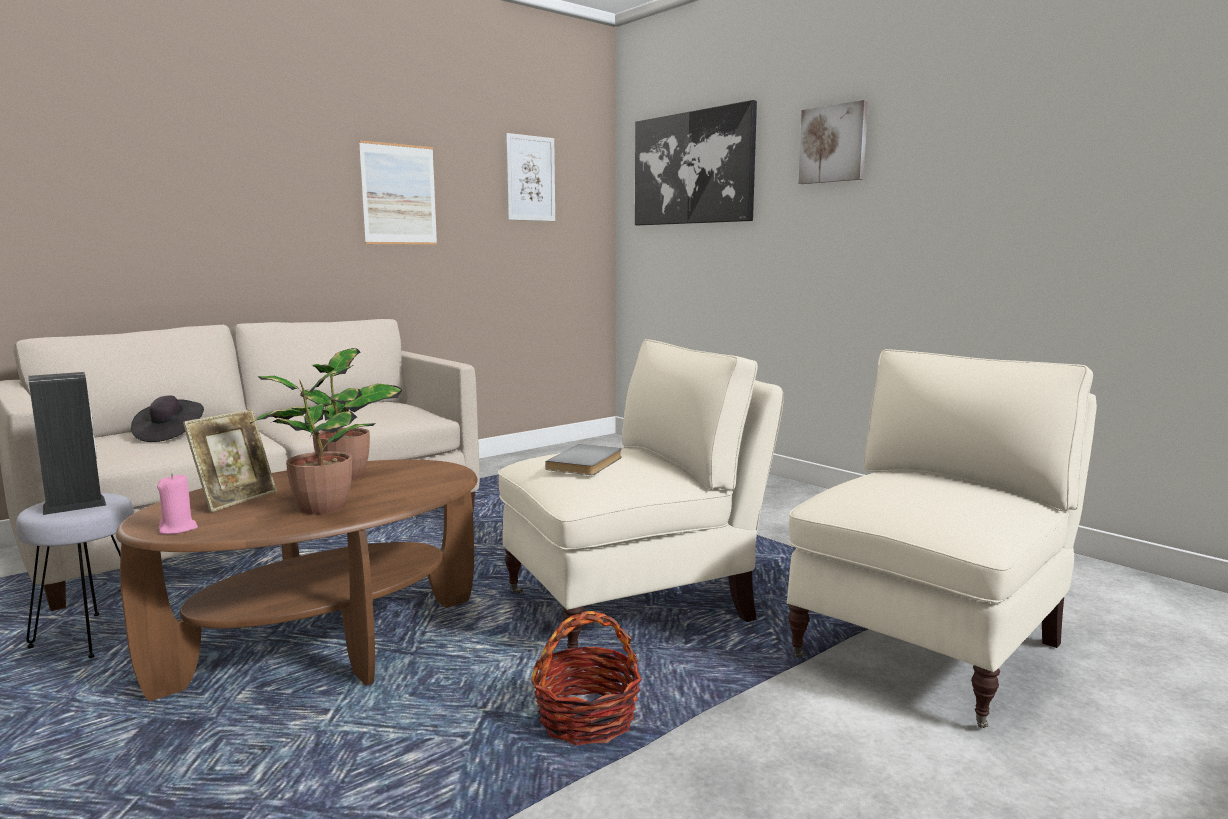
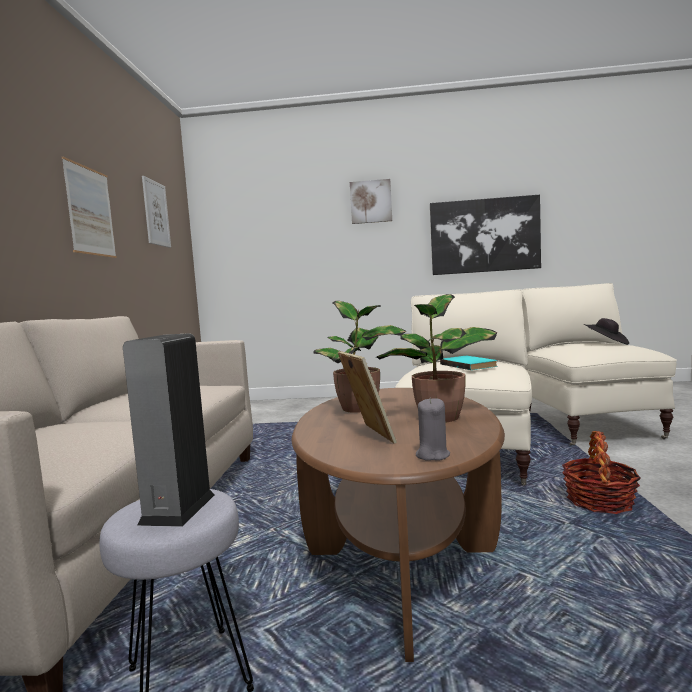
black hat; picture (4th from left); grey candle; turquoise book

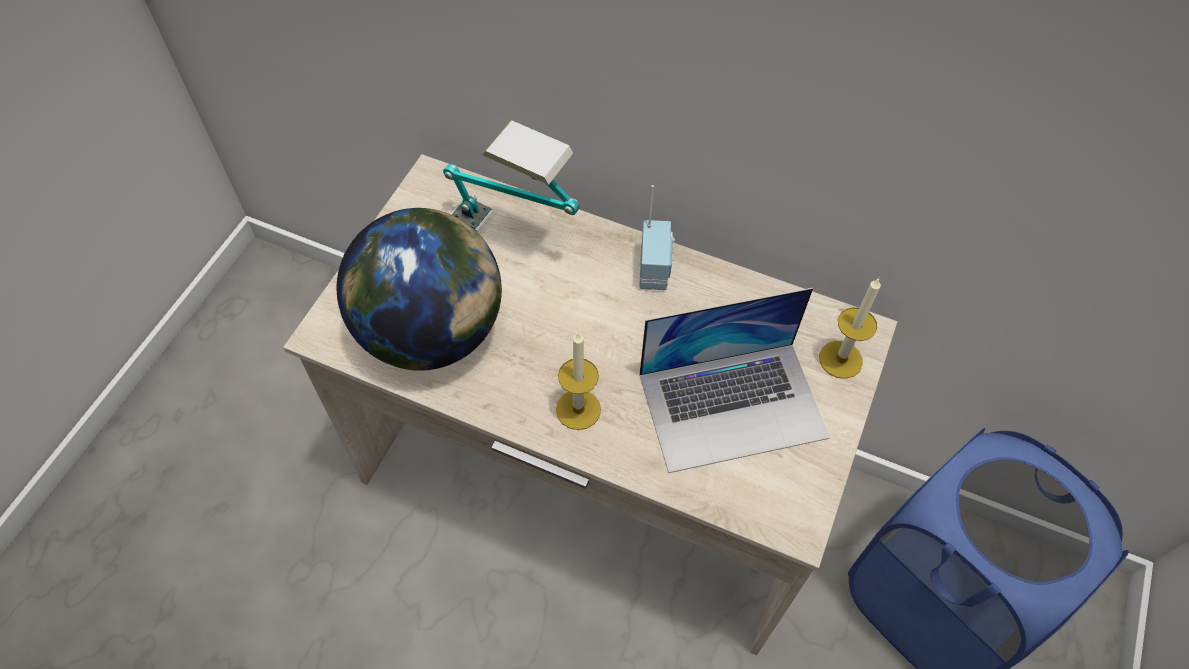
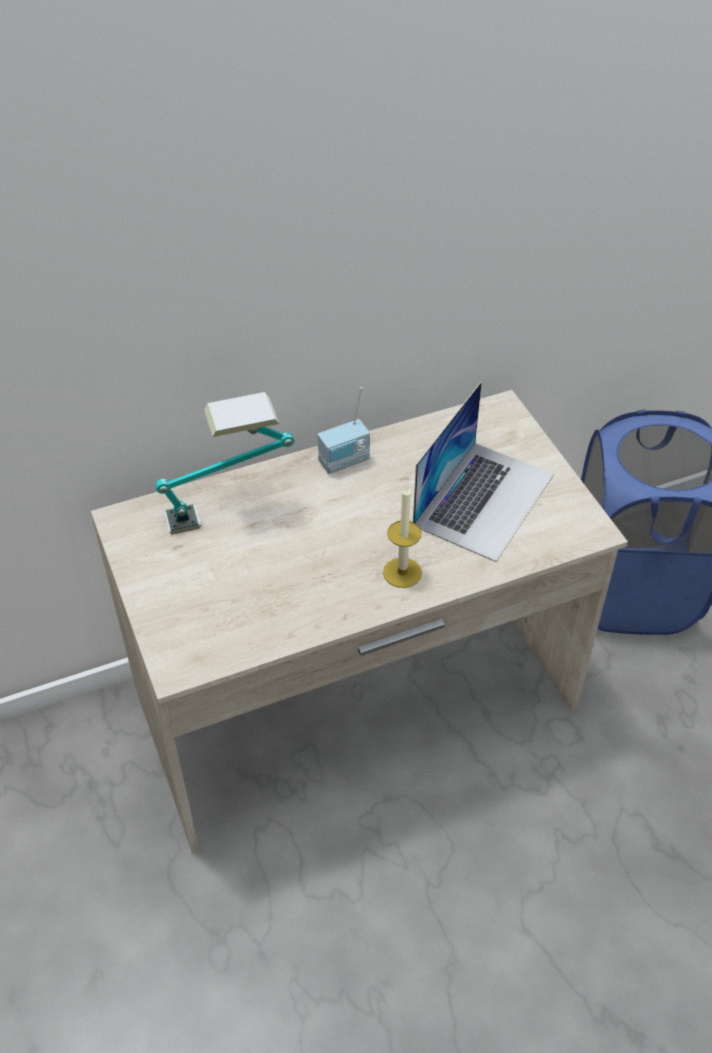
globe; candle (2nd from left in the first image); radio

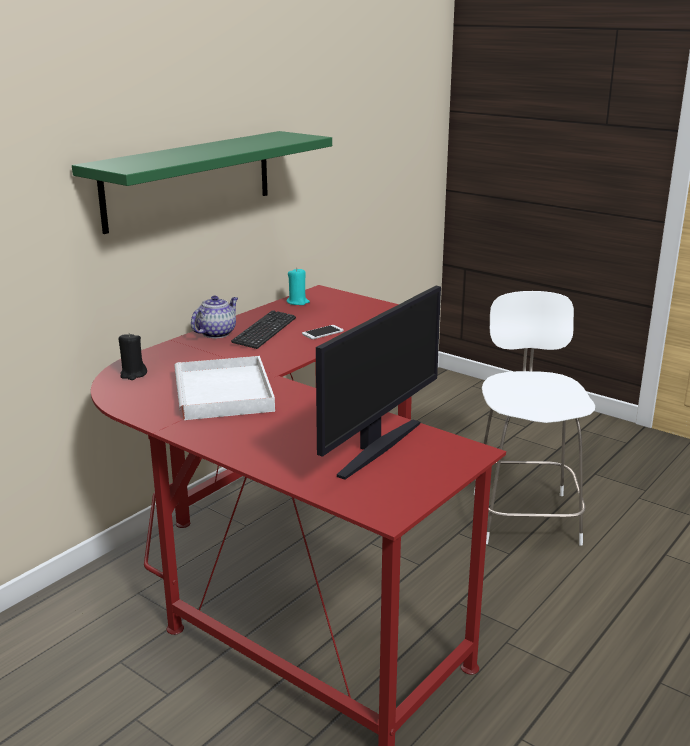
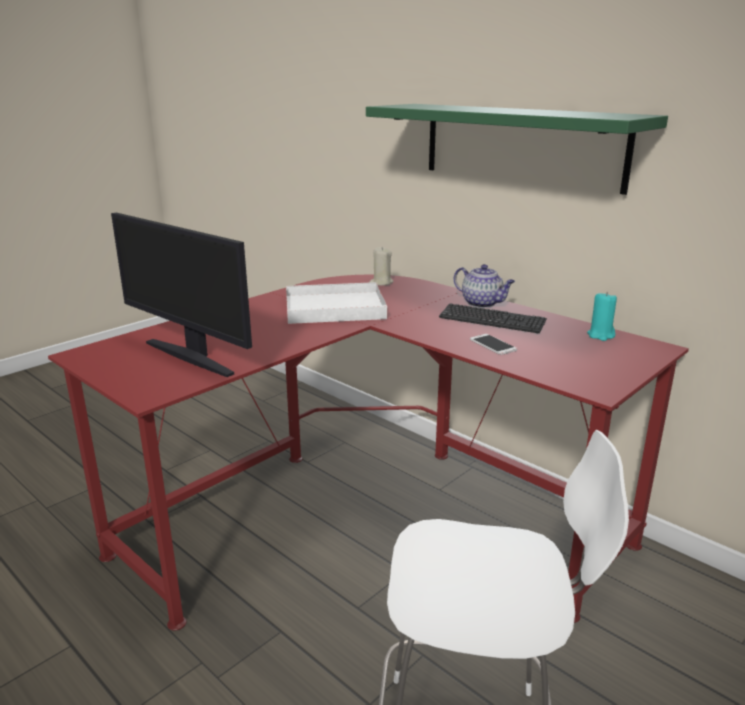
beige candle

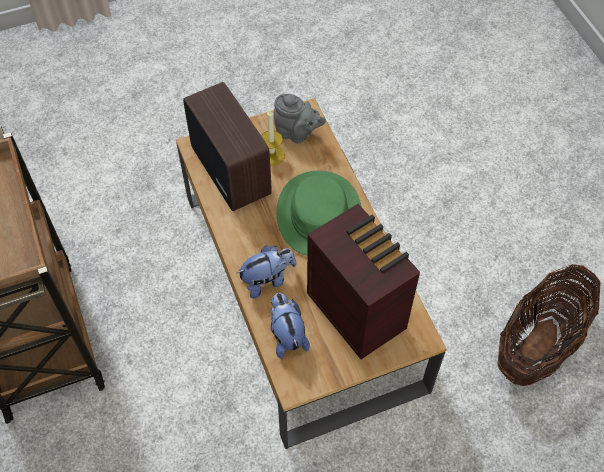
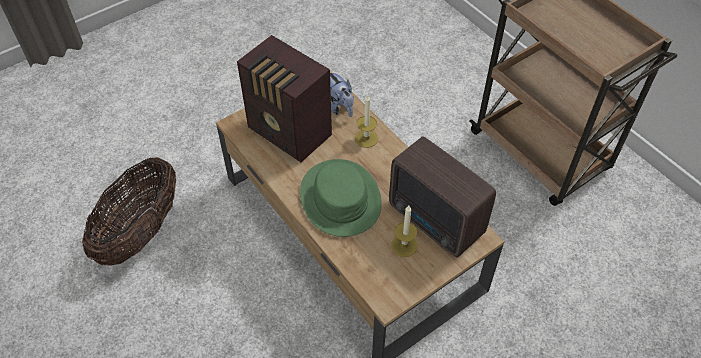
grey teapot; candle (1st from left)

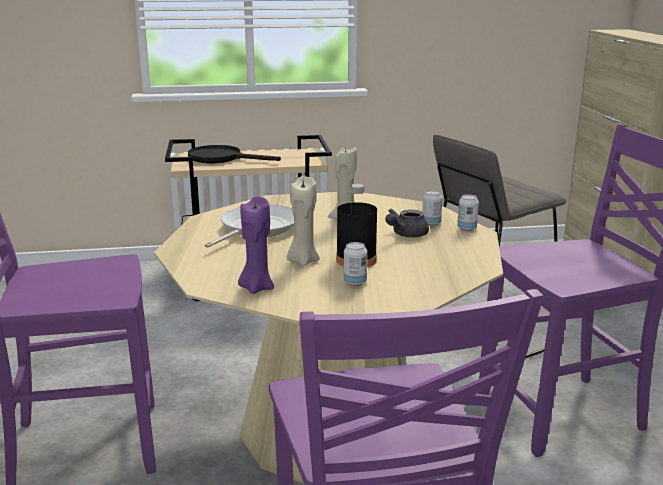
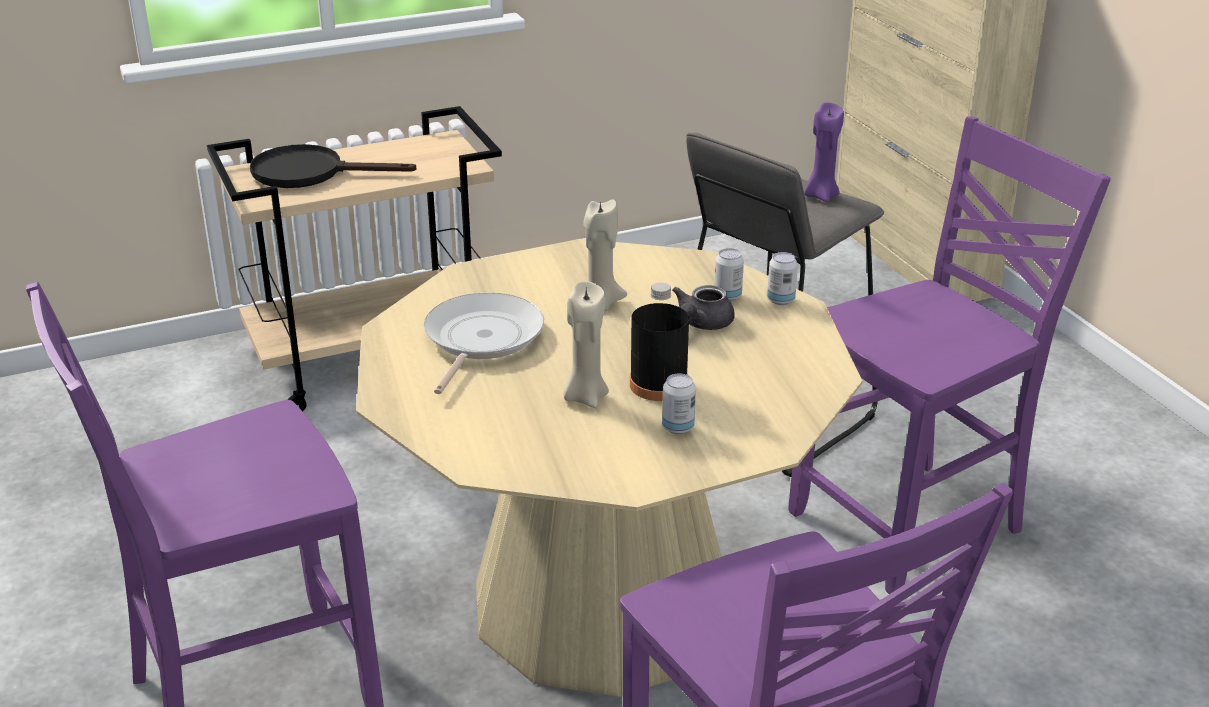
purple candle

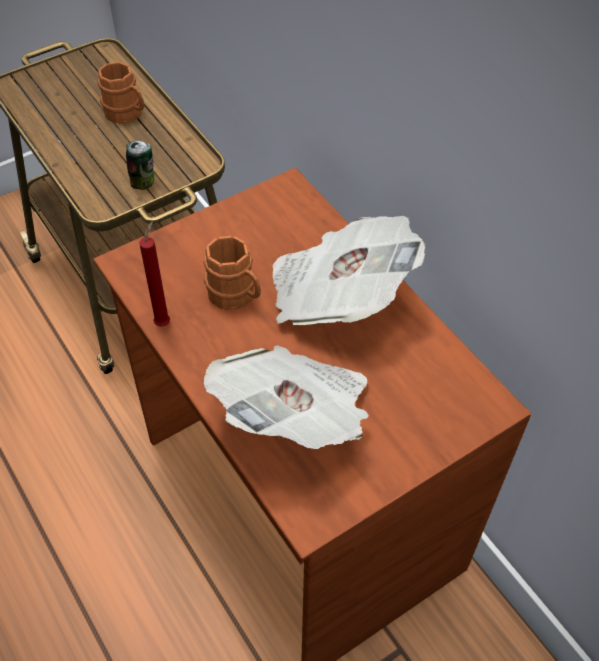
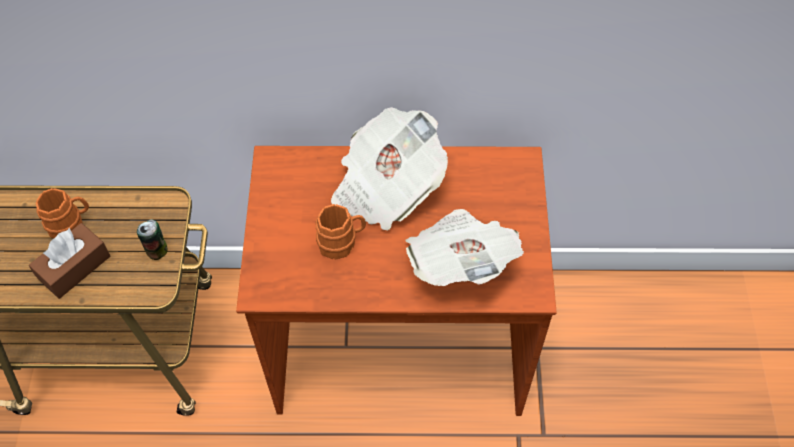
red candle; brown tissue box

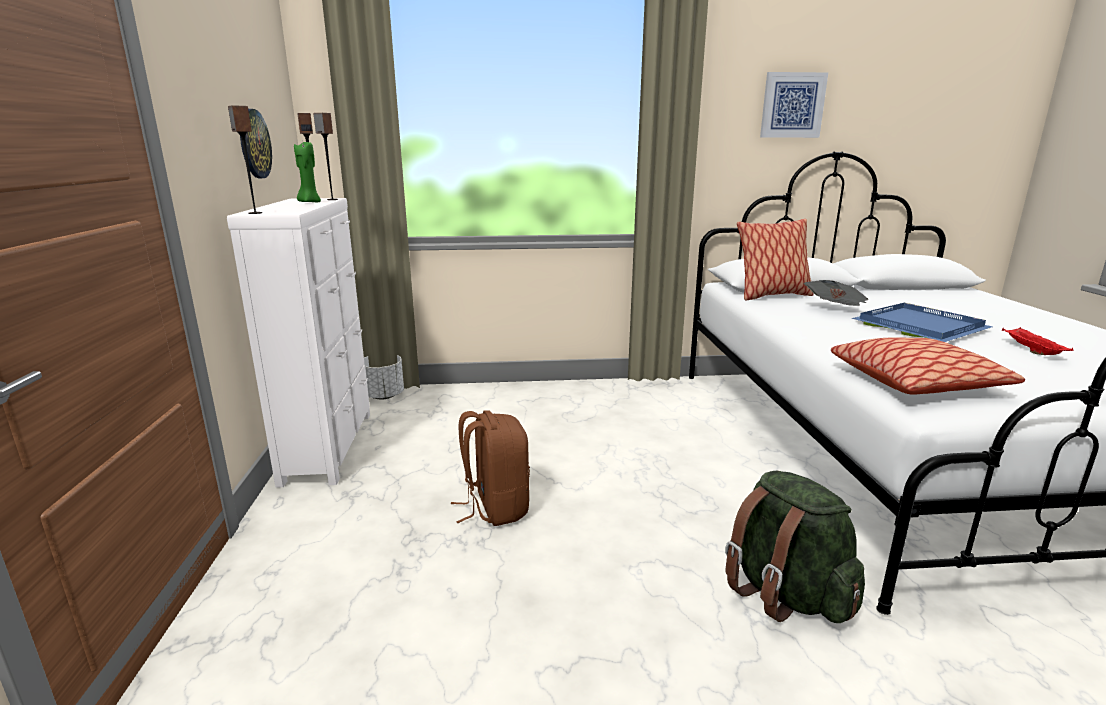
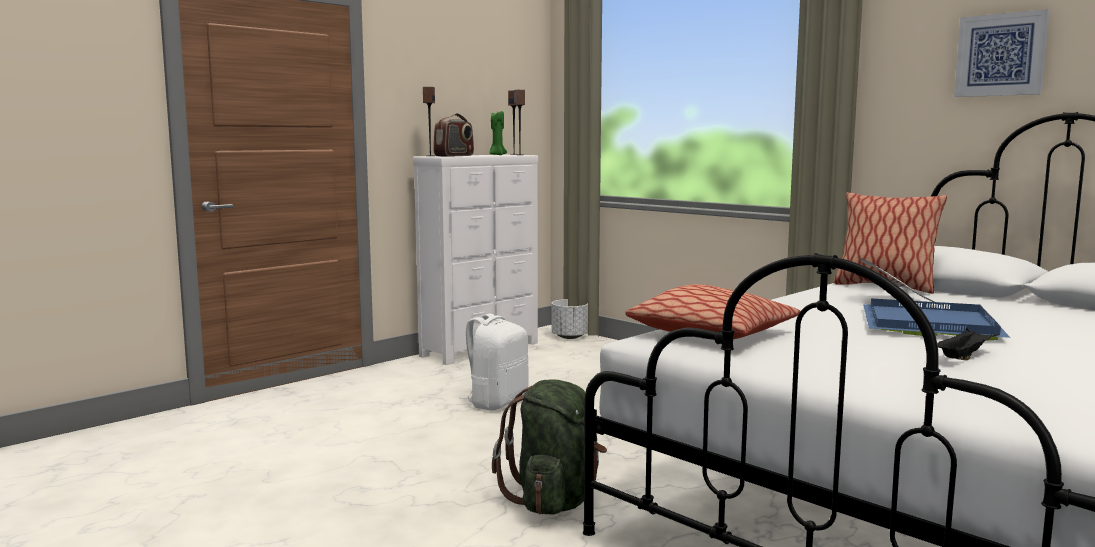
wall clock; radio; white backpack; black tray

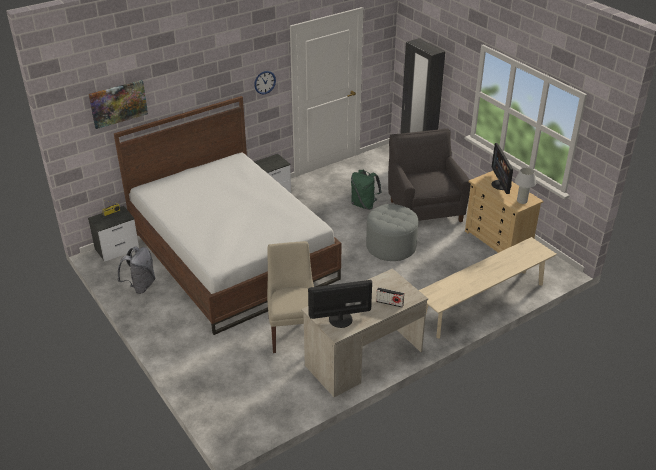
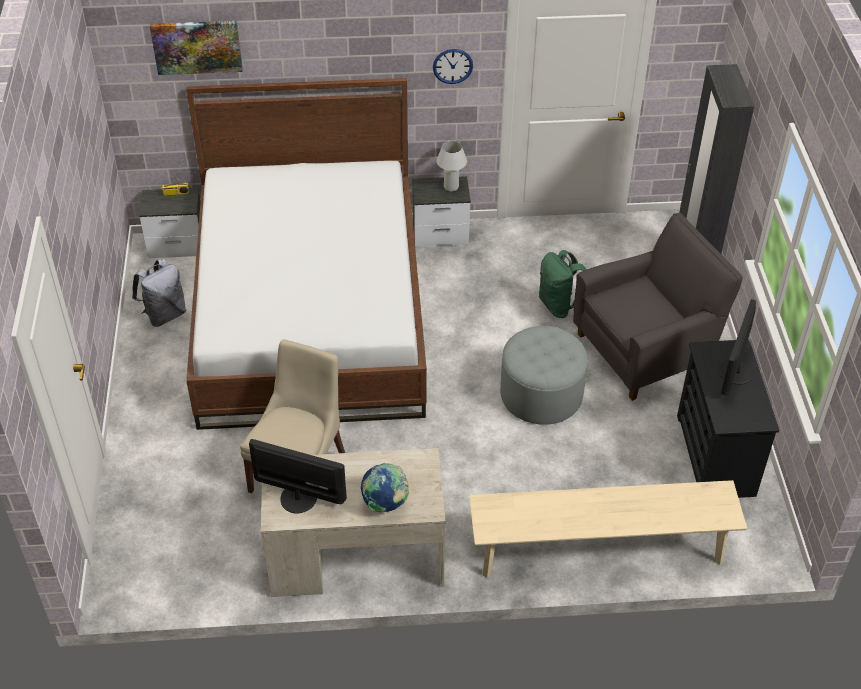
white table lamp; globe; black dresser; grey armchair

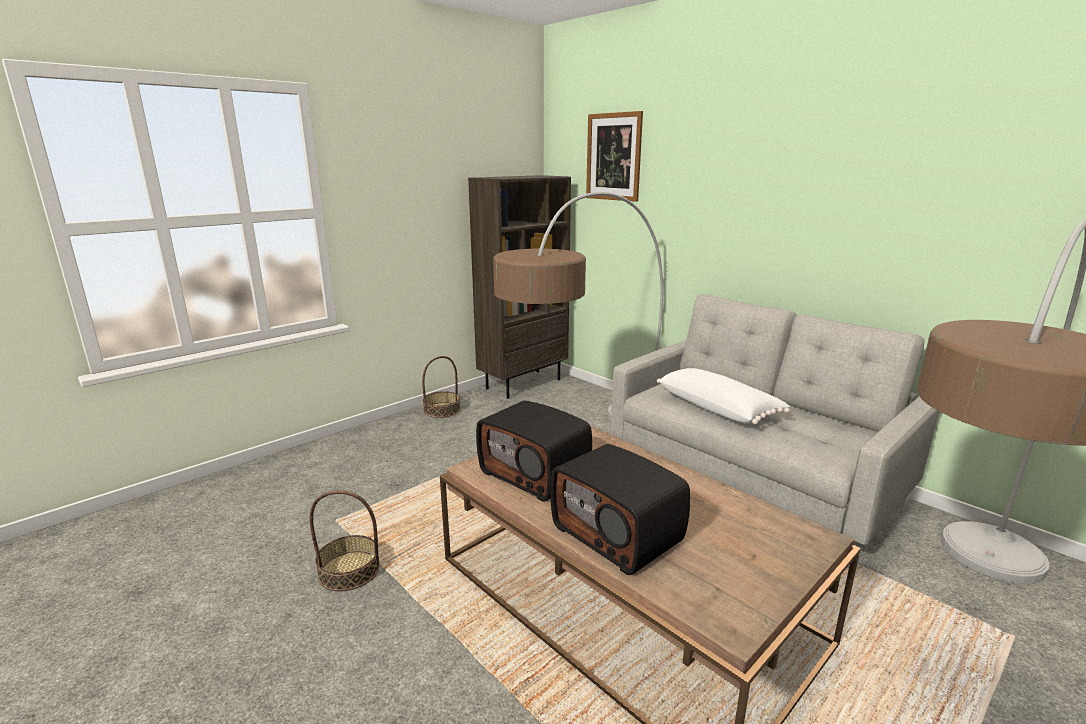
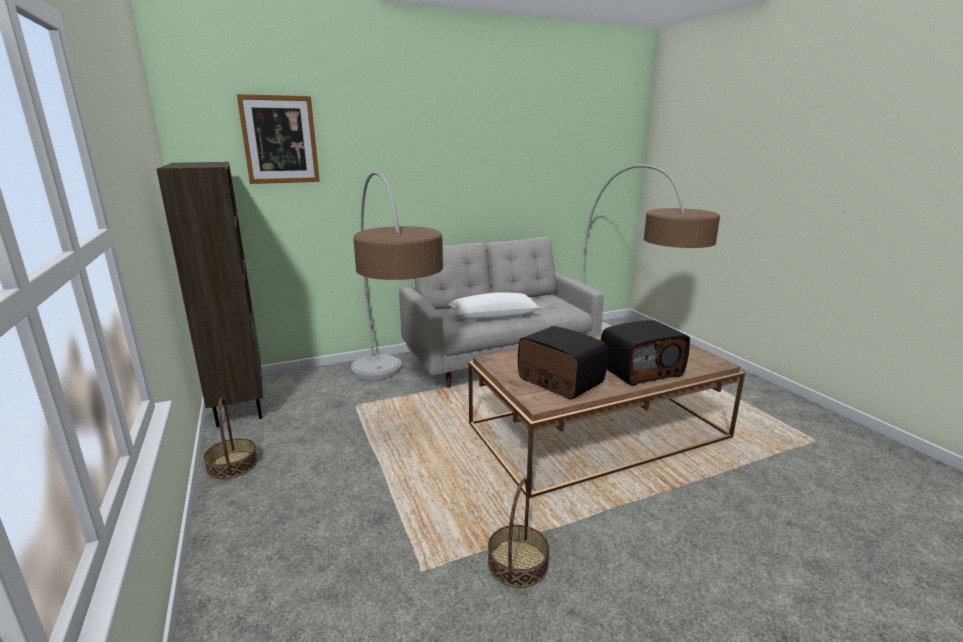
radio (1st from left)

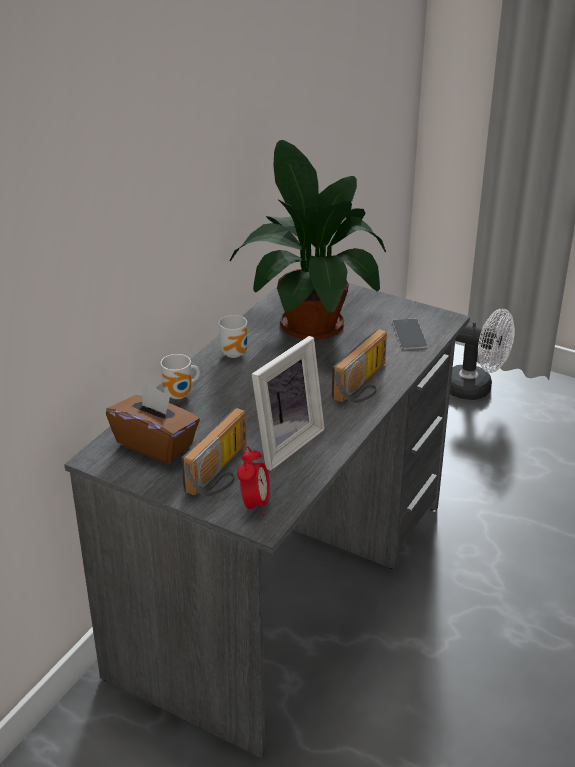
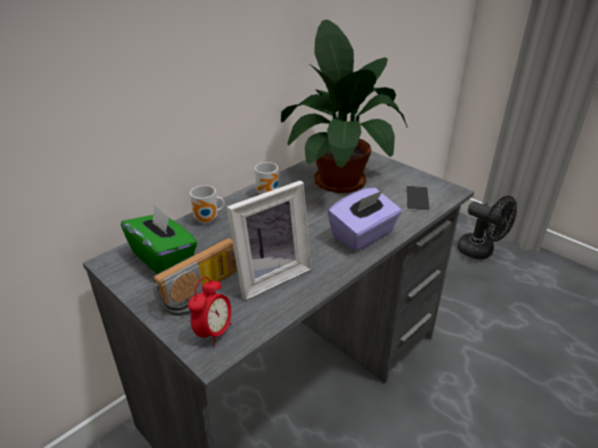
purple tissue box; green tissue box; black fan

